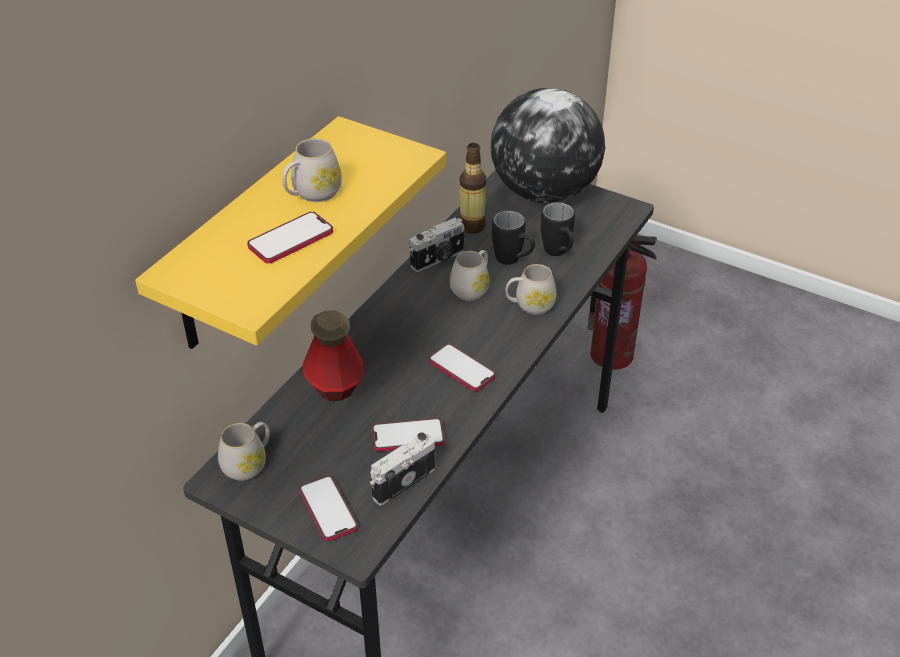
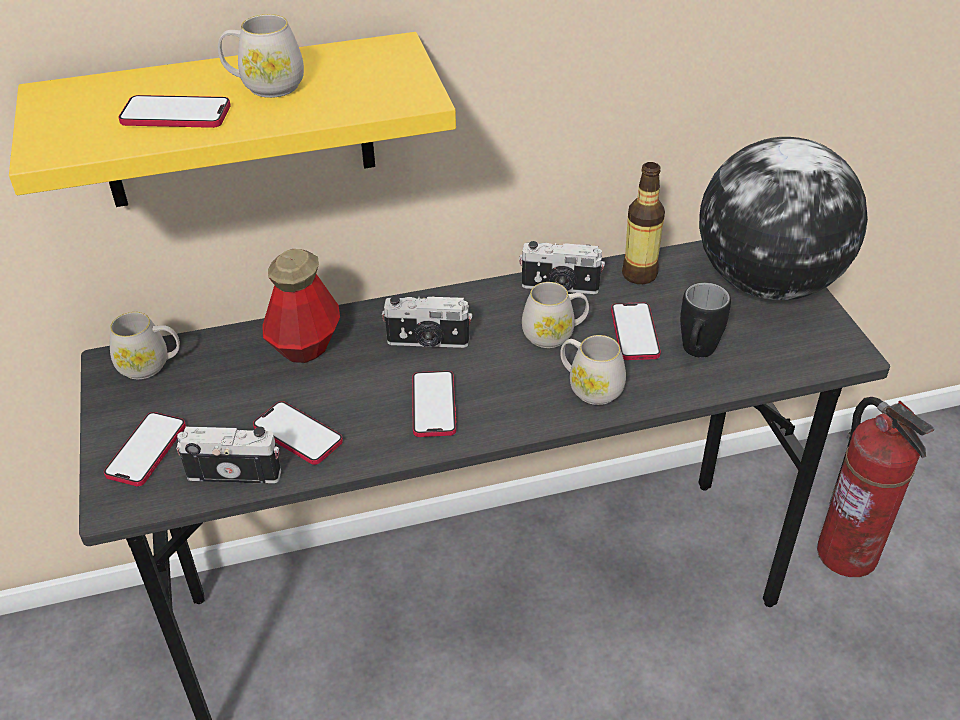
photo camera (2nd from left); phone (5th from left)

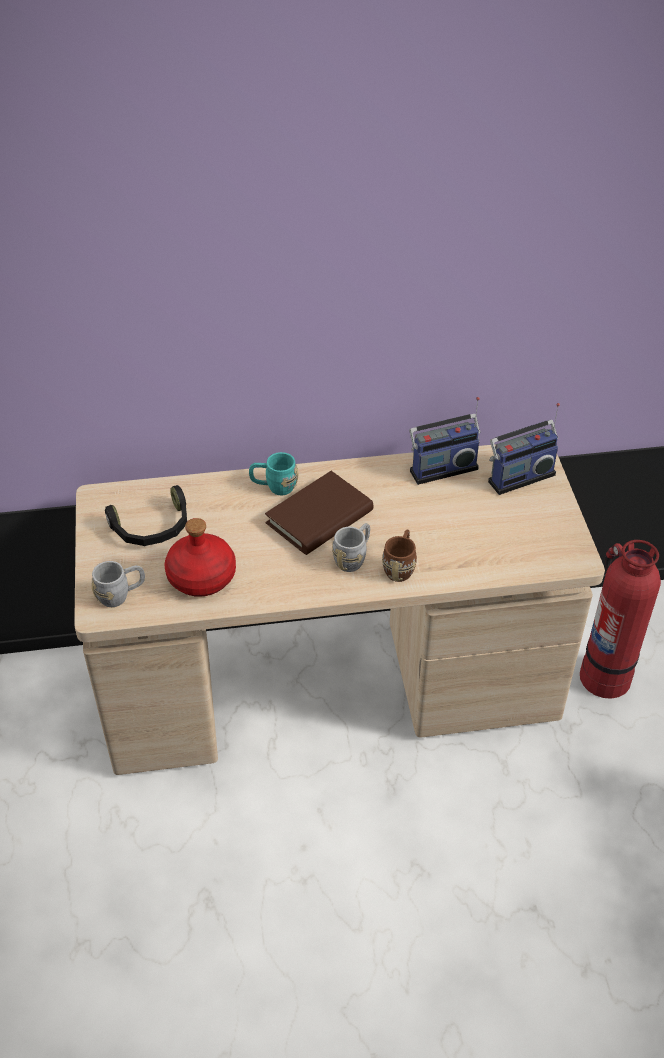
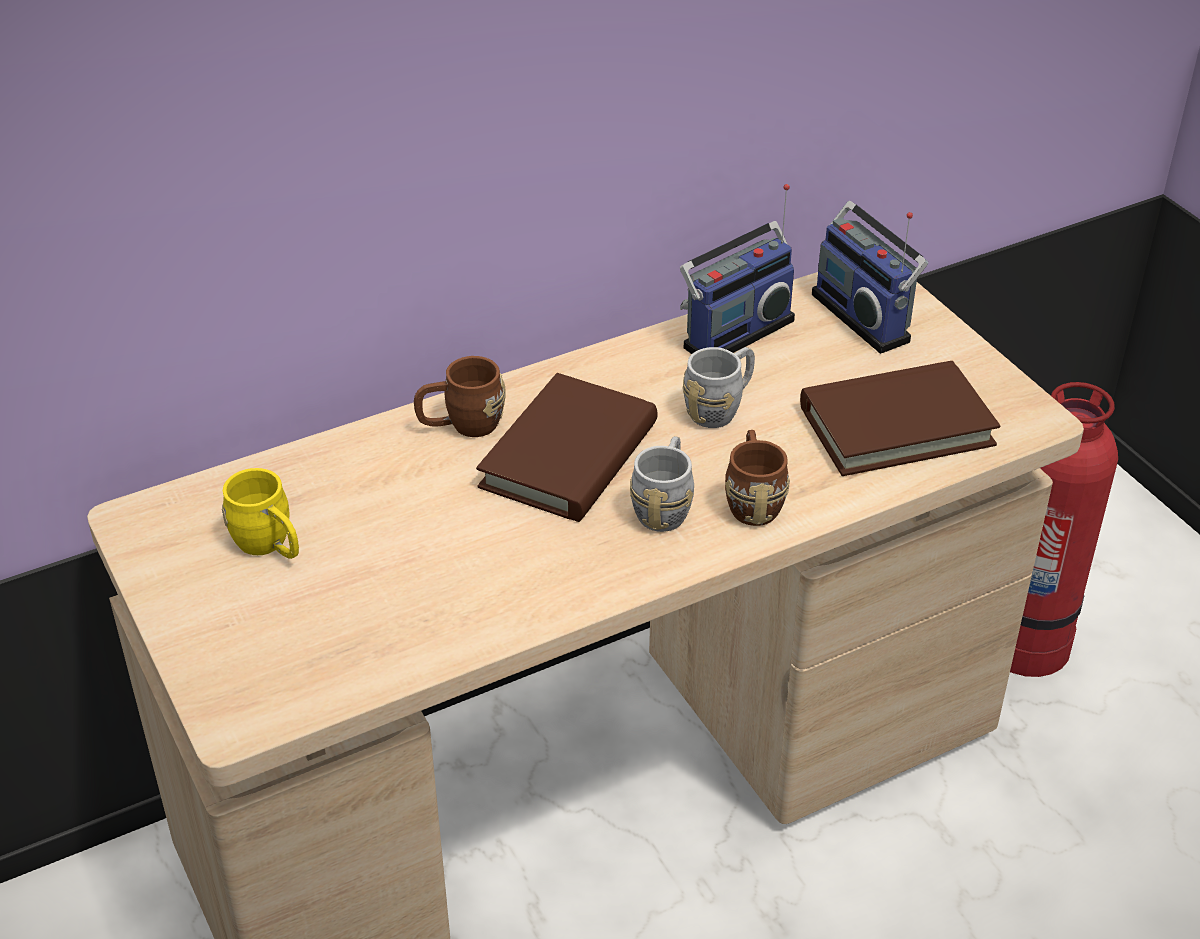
red bottle; brown book (2nd from left); grey mug (2nd from left); yellow mug; brown mug (1st from left); radio (2nd from left)

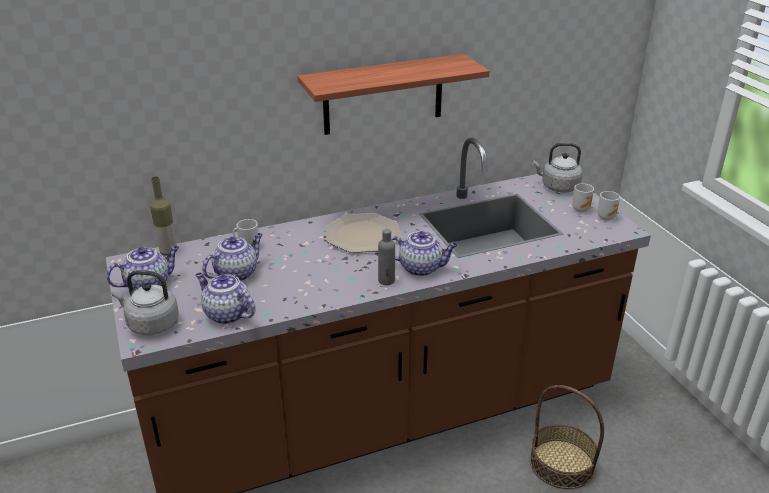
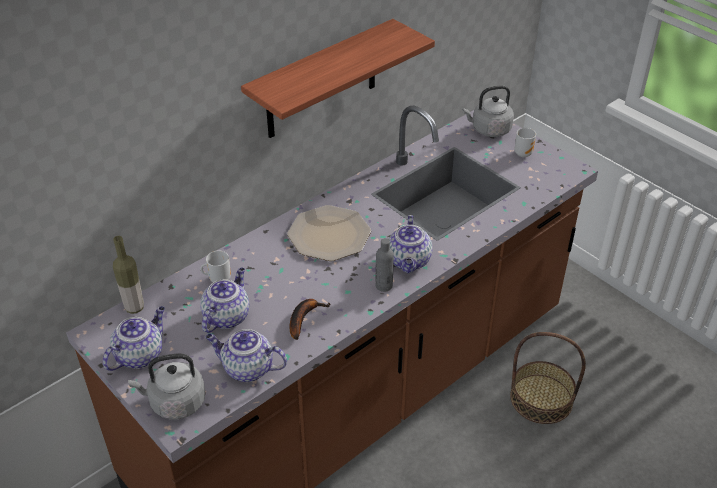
mug (3rd from left in the first image); banana; teapot (4th from left)

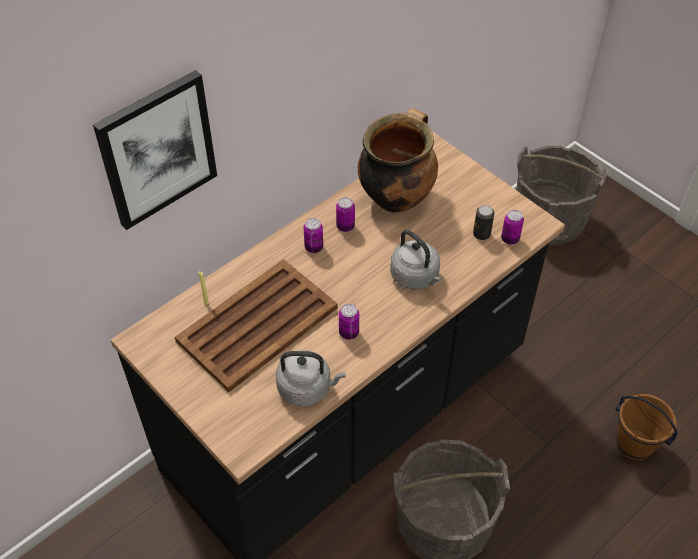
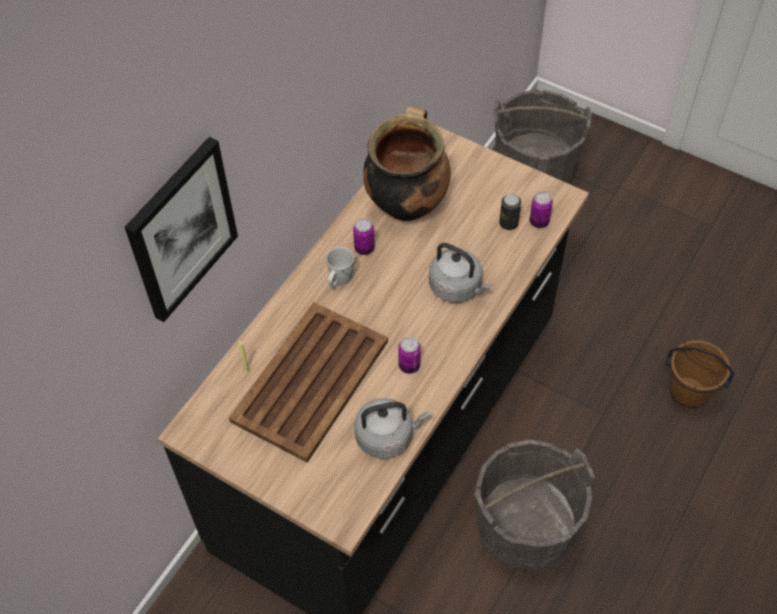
white mug

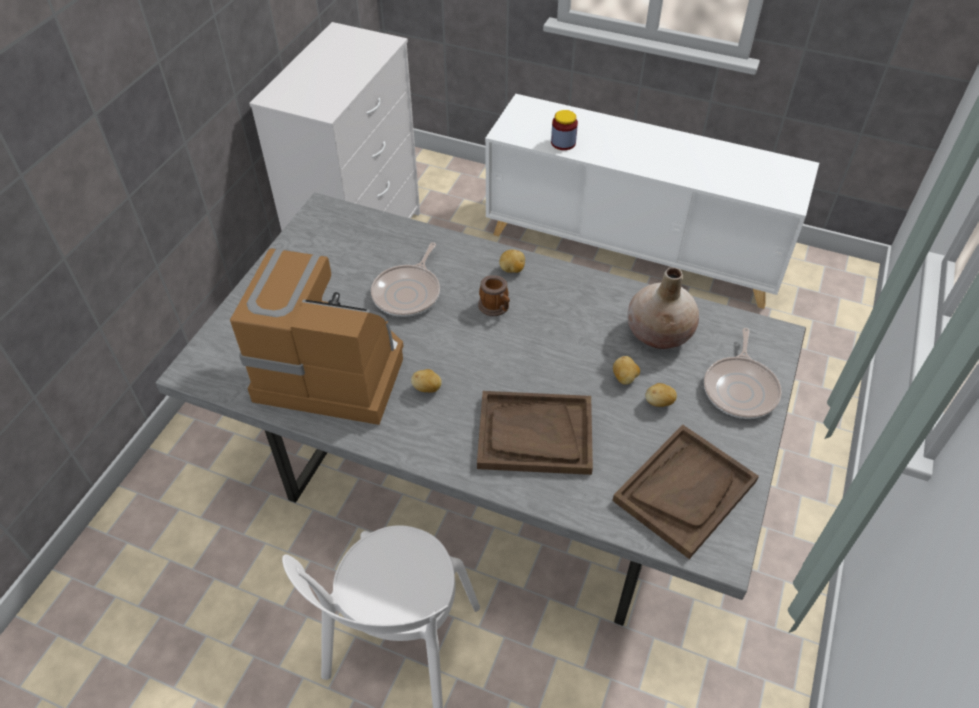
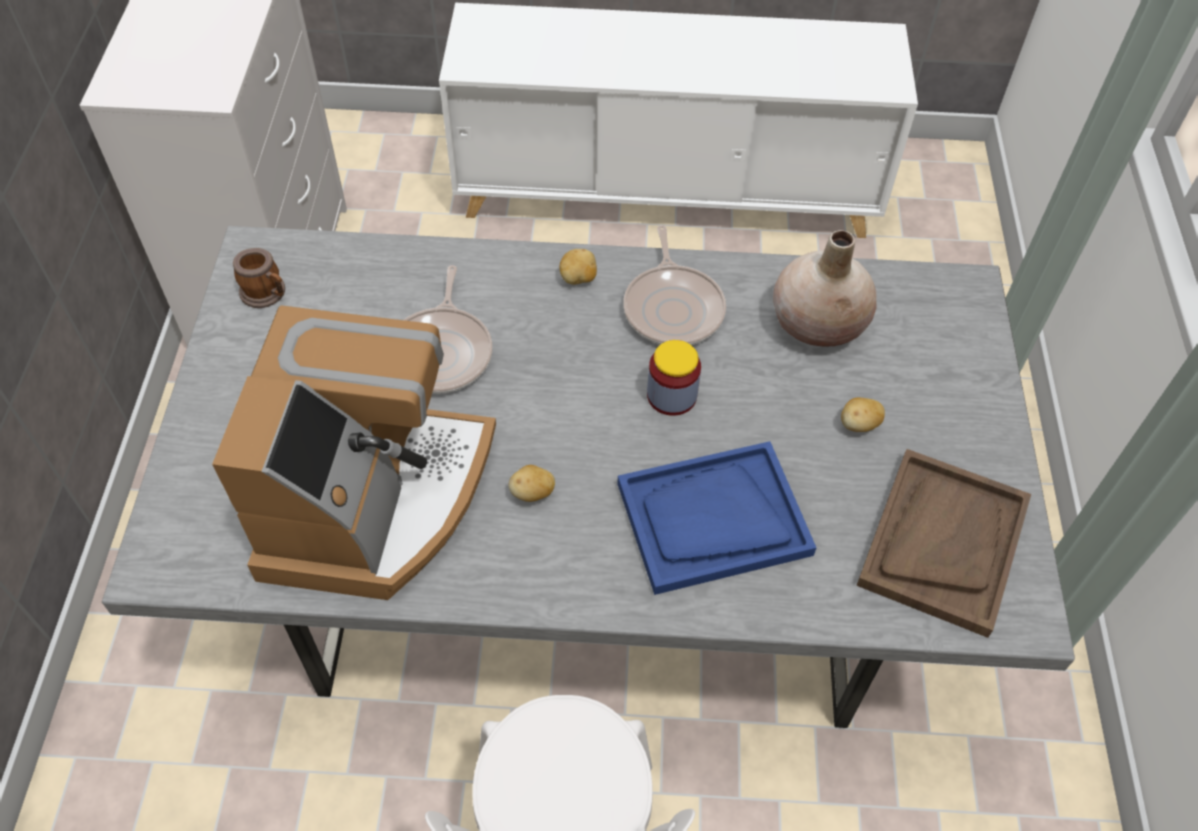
potato (3rd from left in the first image); mug; jar; frying pan (2nd from left); blue tray; coffee machine

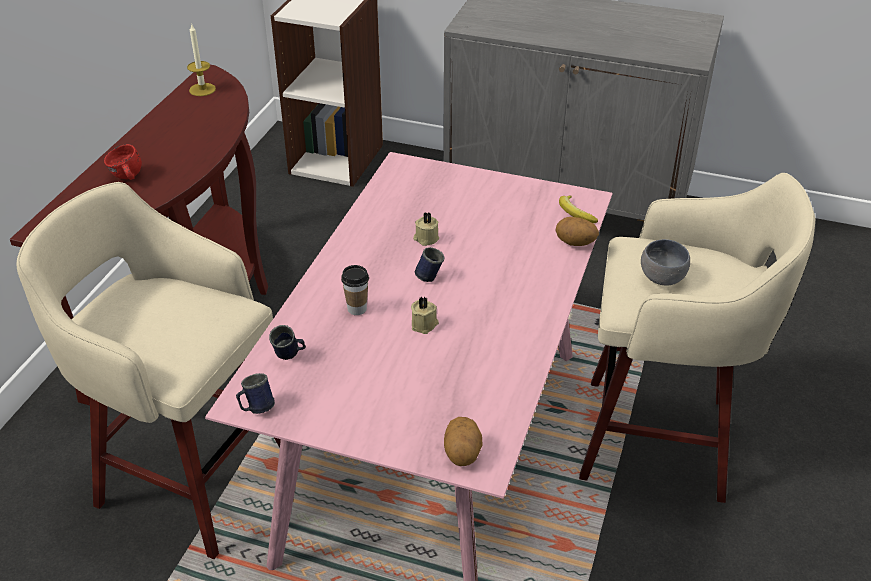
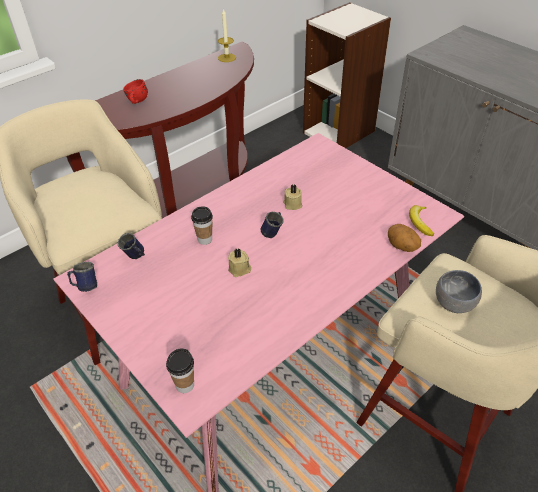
cup (1st from left)

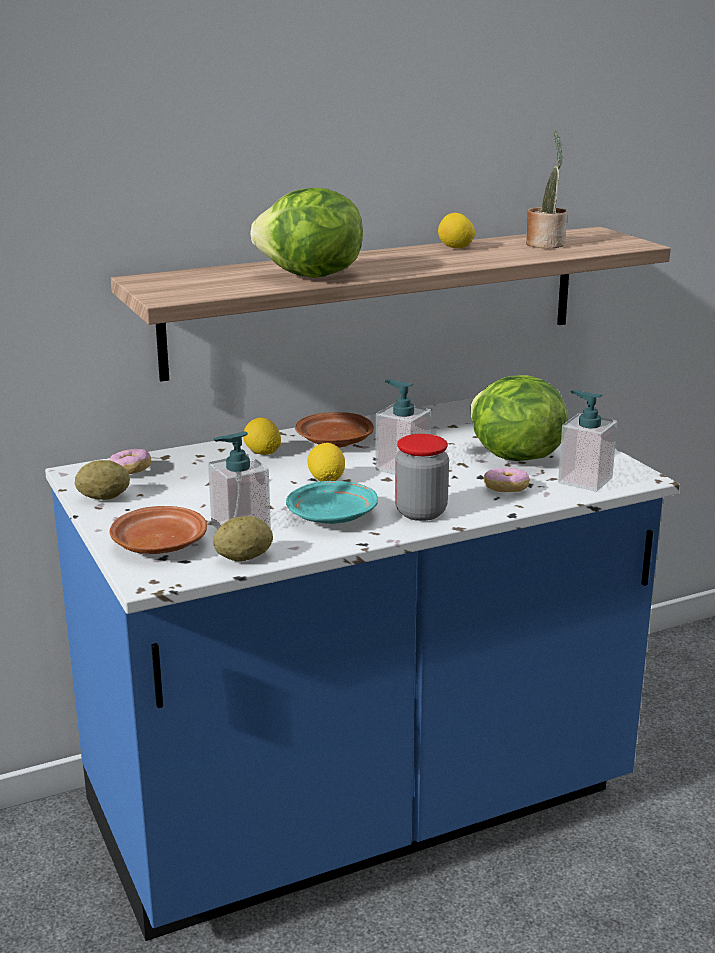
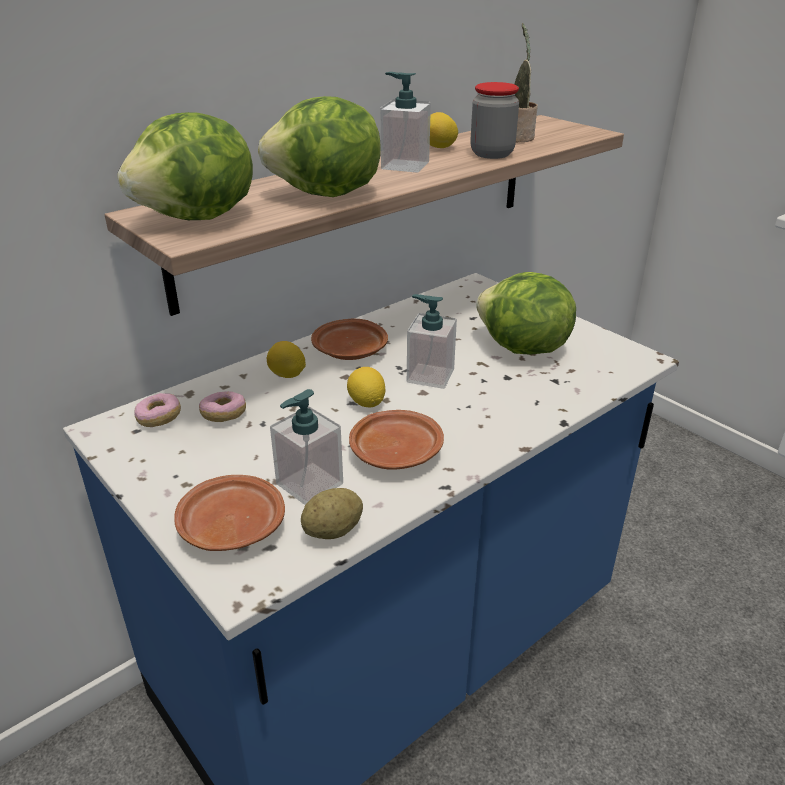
potato (1st from left in the first image); lettuce (1st from left); jar; donut (2nd from left); soap dispenser (2nd from left); brown plate (3rd from left)

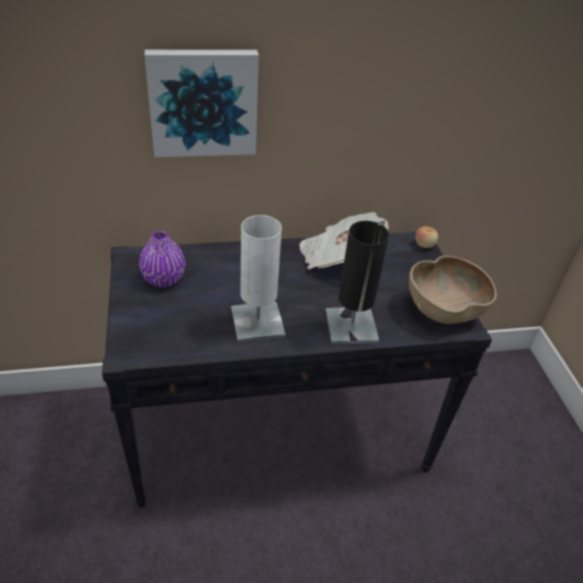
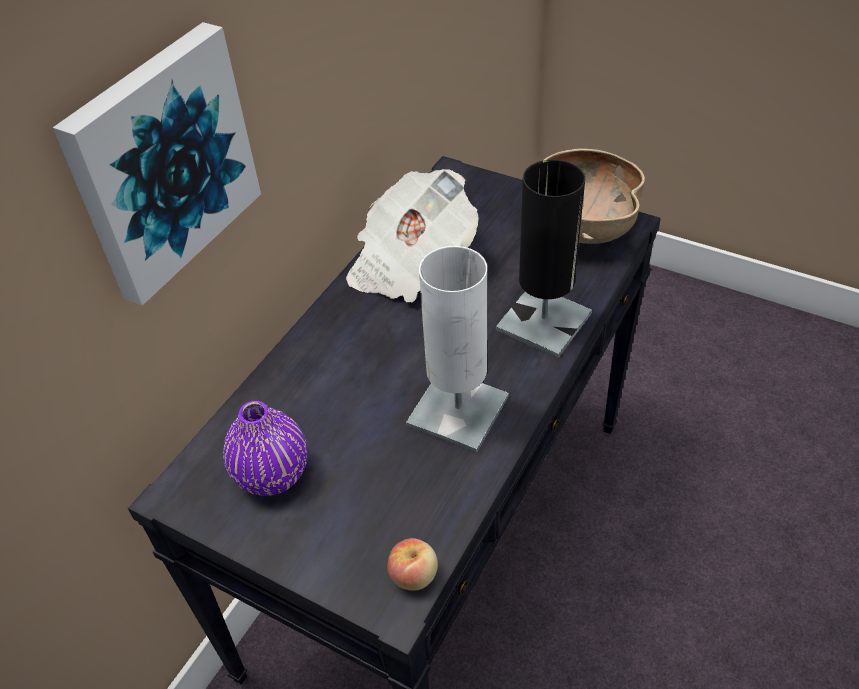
apple

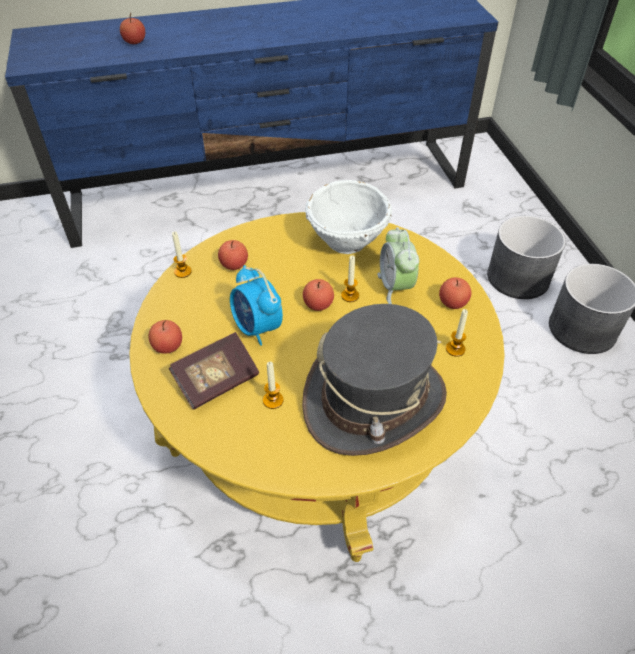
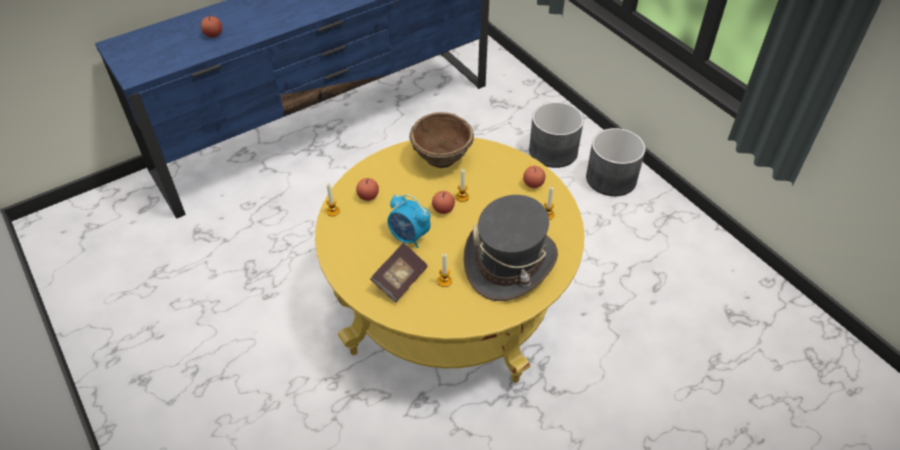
apple (2nd from left in the first image); alarm clock (2nd from left in the first image); brown bowl

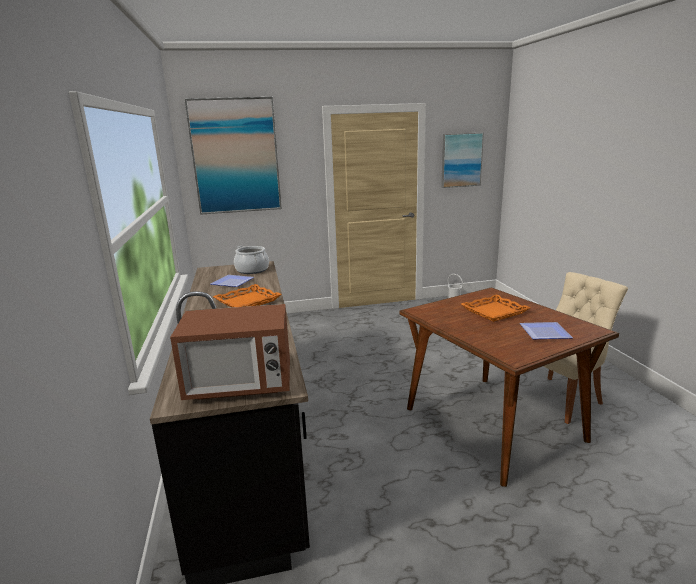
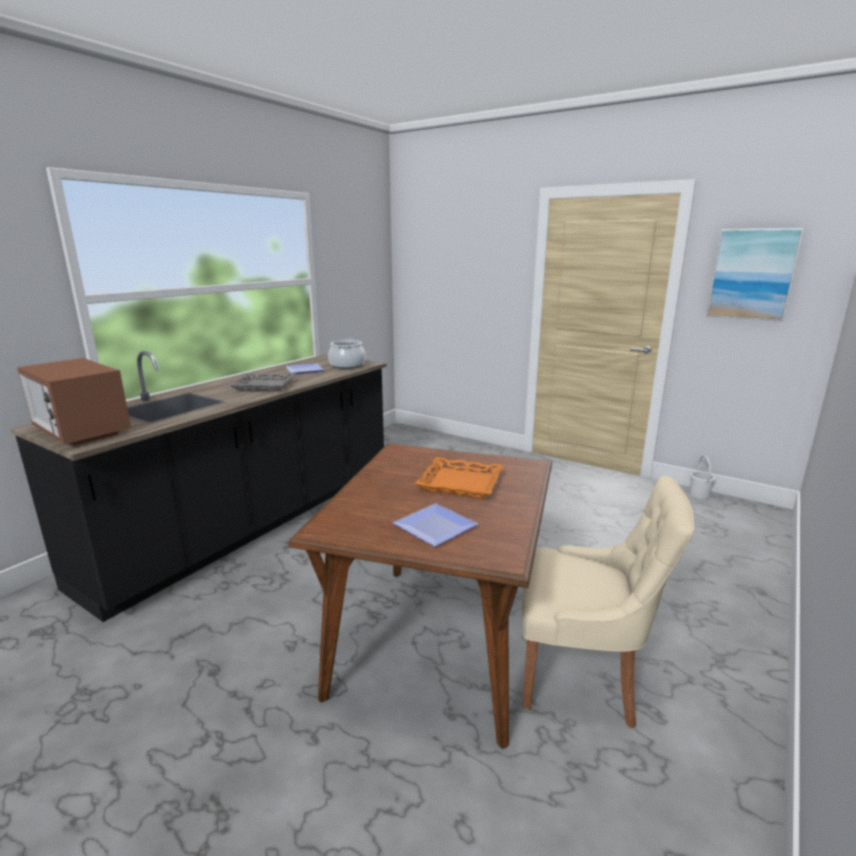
picture (1st from left in the first image); grey tray

